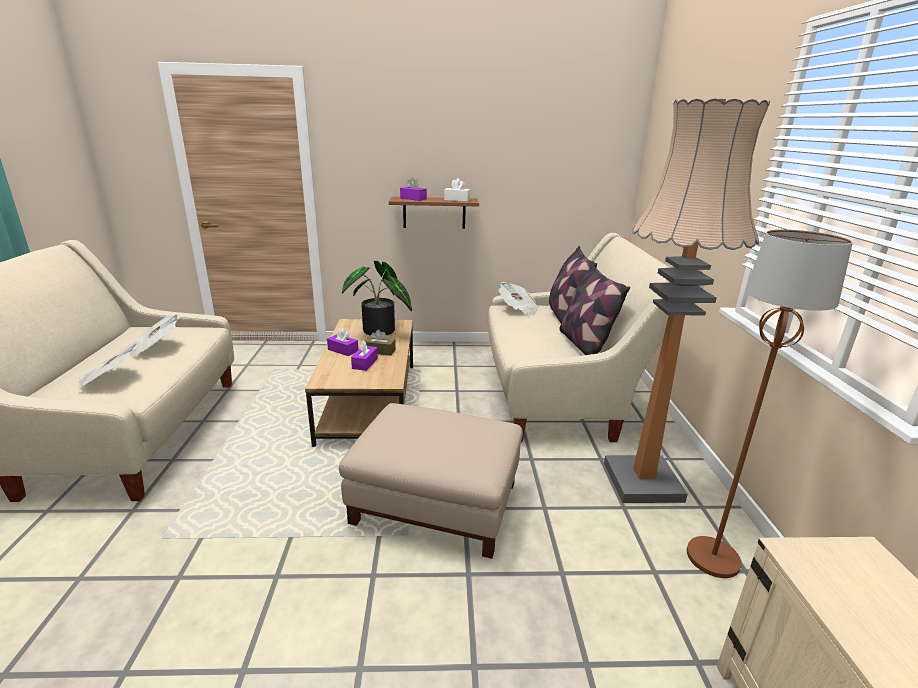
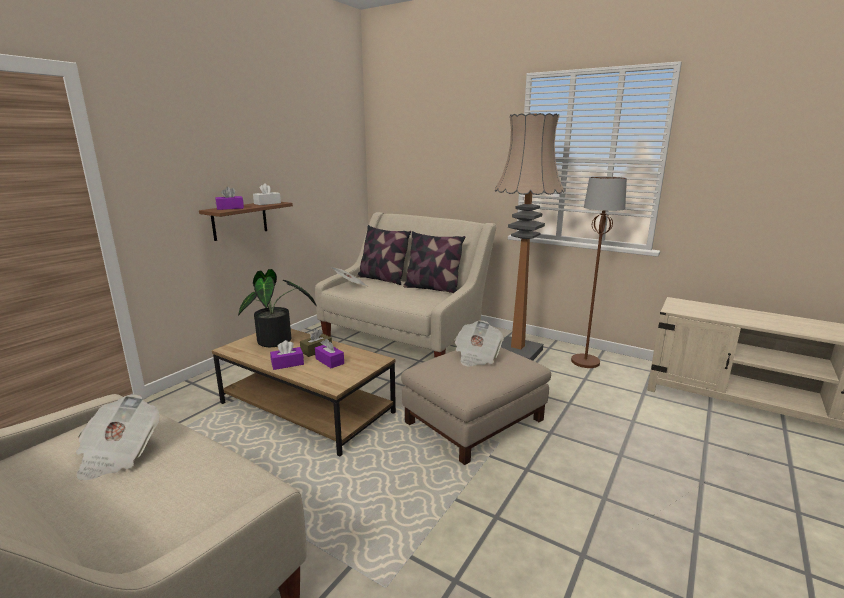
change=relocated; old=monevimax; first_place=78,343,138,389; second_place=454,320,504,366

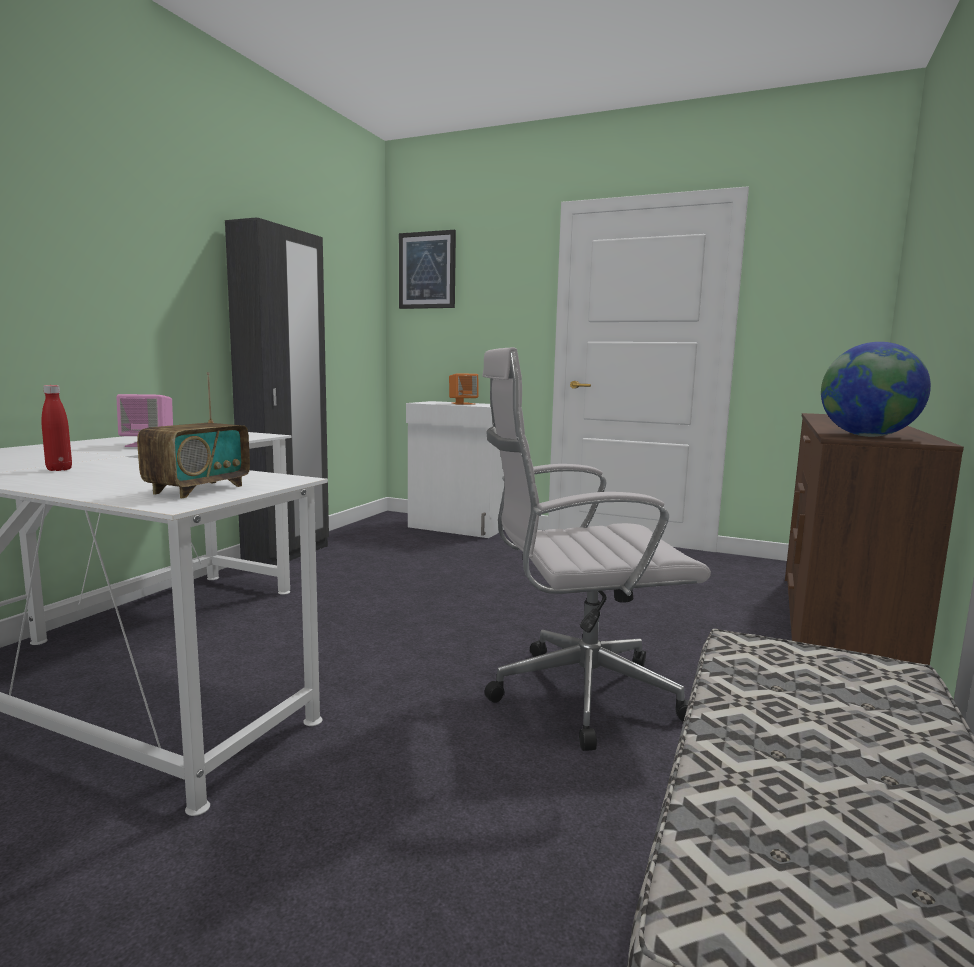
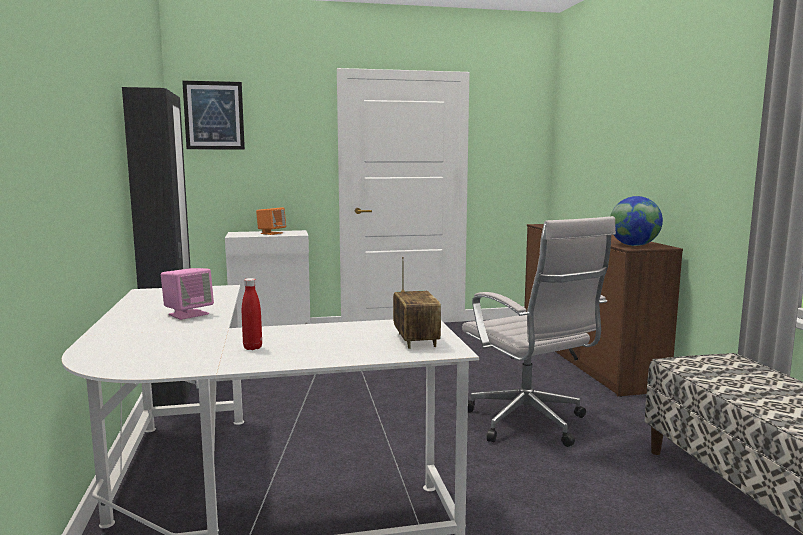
change=spun; old=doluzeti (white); first_place=483,347,711,751; second_place=462,216,616,447; degrees=-75

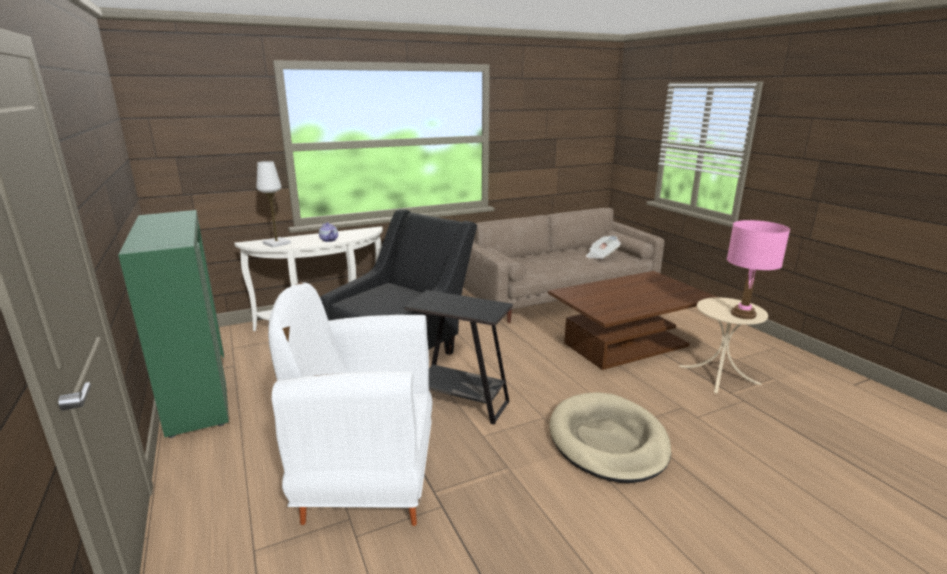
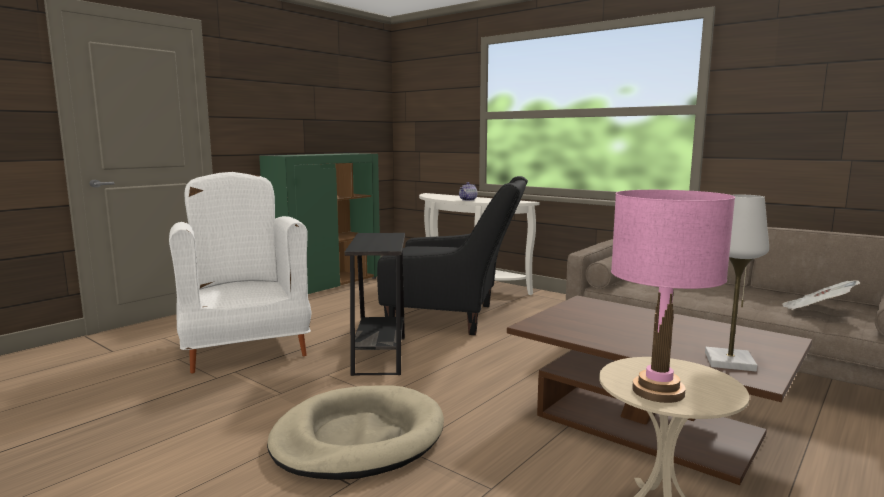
change=relocated; old=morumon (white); first_place=256,161,291,248; second_place=705,194,769,372

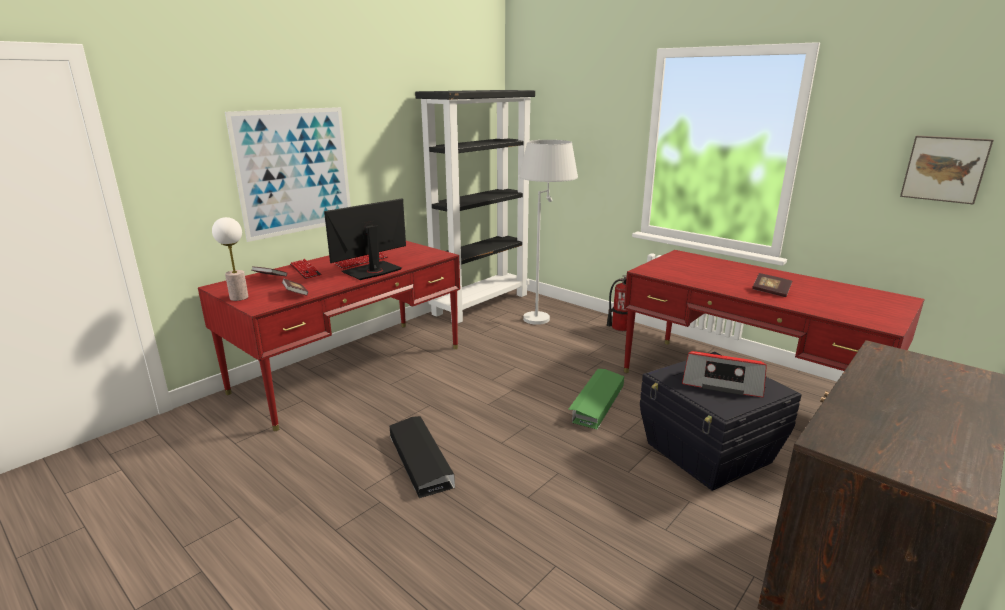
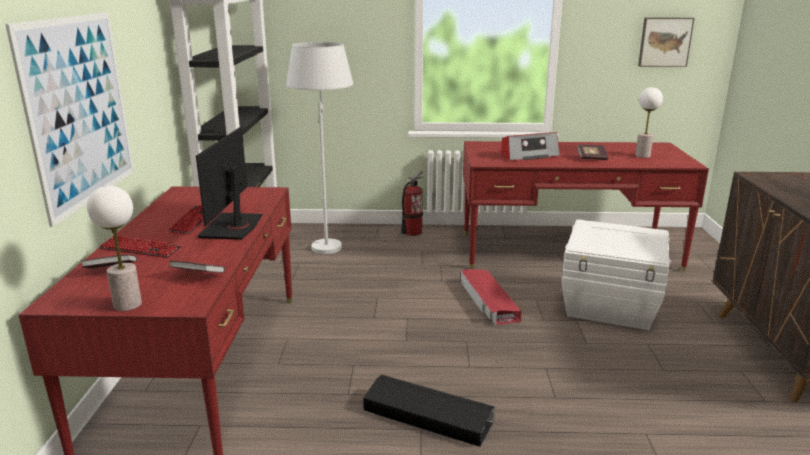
change=colour; old=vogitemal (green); new=vogitemal (red); first_place=568,369,624,430; second_place=460,269,522,325
change=relocated; old=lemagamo; first_place=682,351,767,398; second_place=502,132,560,161
change=colour; old=vogitemal (black); new=vogitemal (white); first_place=640,352,802,491; second_place=562,219,670,330
change=appeared; new=morumon; second_place=635,87,663,158

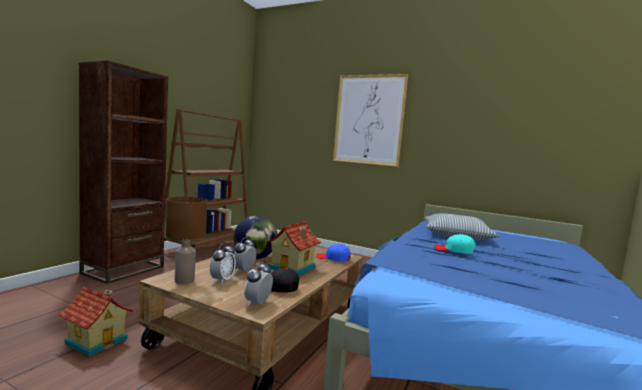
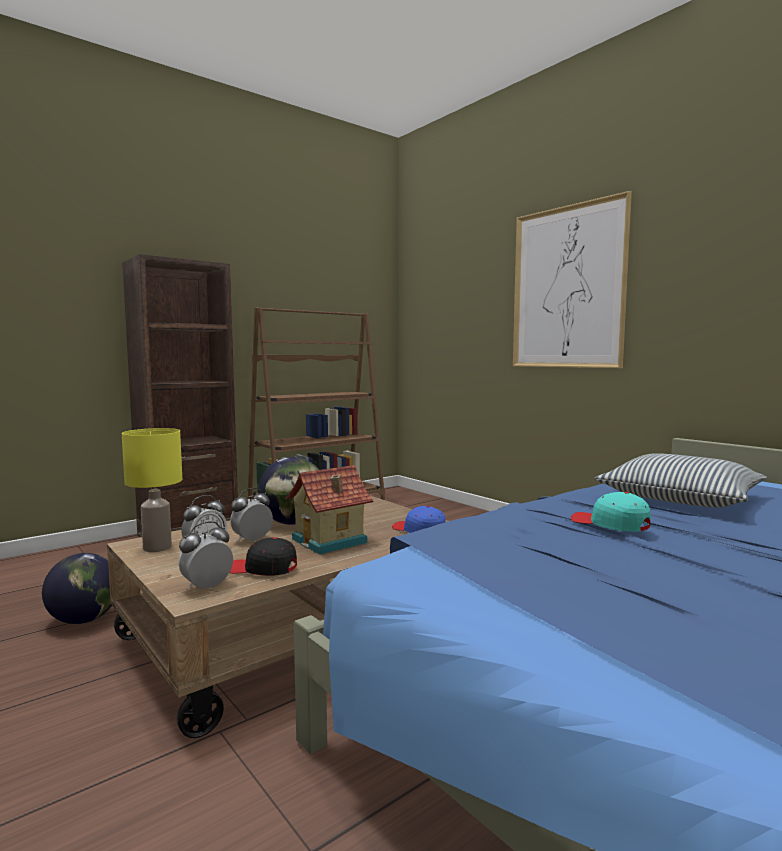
change=exchanged; old=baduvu; new=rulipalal; first_place=59,287,133,357; second_place=42,553,112,624
change=colour; old=morumon (brown); new=morumon (yellow); first_place=166,196,207,284; second_place=122,428,182,552

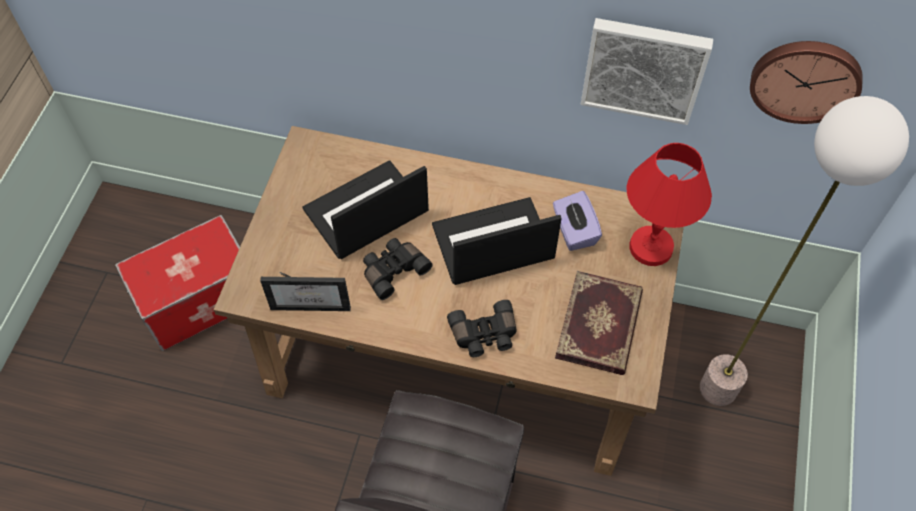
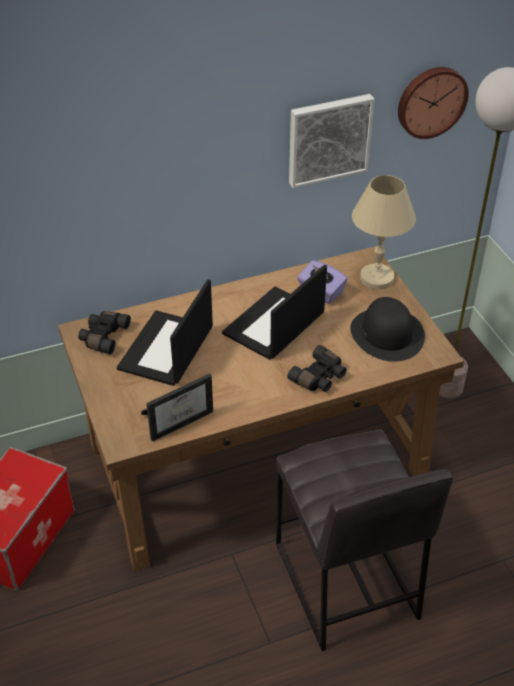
change=relocated; old=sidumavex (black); first_place=363,238,433,300; second_place=78,311,131,354
change=exchanged; old=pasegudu; new=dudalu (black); first_place=555,271,643,375; second_place=350,297,425,362
change=colour; old=morumon (red); new=morumon (beige); first_place=627,143,712,266; second_place=352,175,416,290

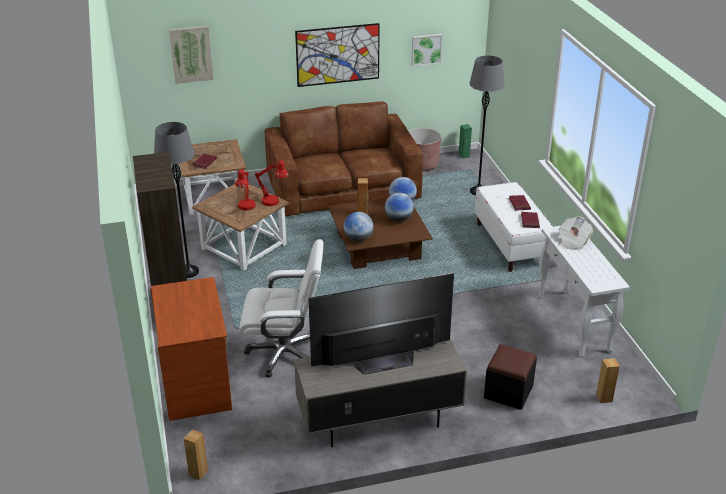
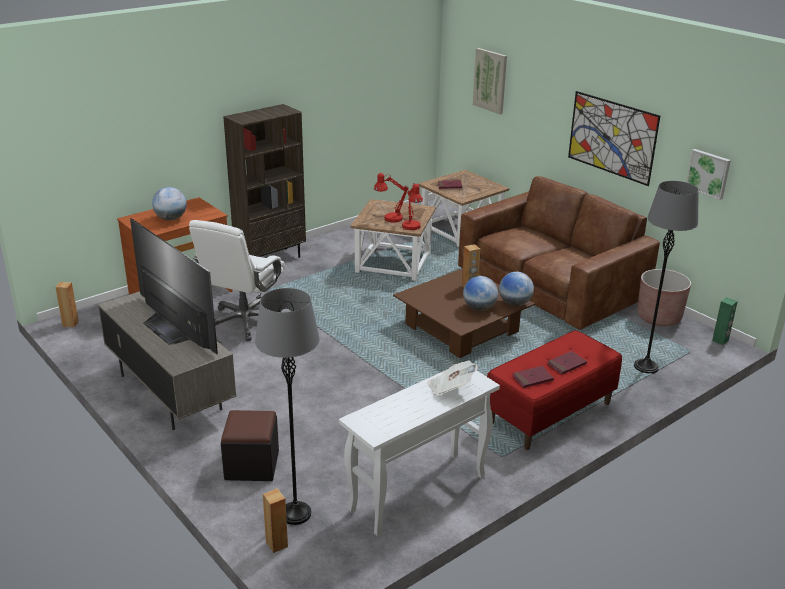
change=relocated; old=rulipalal; first_place=344,212,373,242; second_place=152,187,187,221
change=spun; old=doluzeti (white); first_place=239,239,324,378; second_place=189,220,285,341; degrees=45
change=relocated; old=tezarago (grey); first_place=154,122,199,278; second_place=255,288,320,525
change=colour; old=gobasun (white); new=gobasun (red); first_place=474,182,553,272; second_place=487,330,622,450

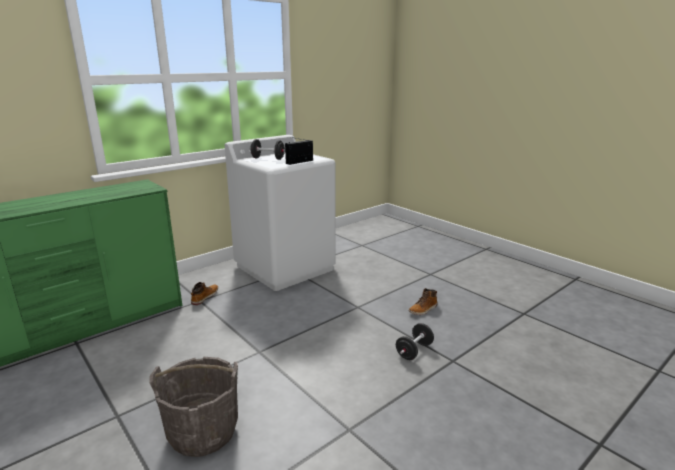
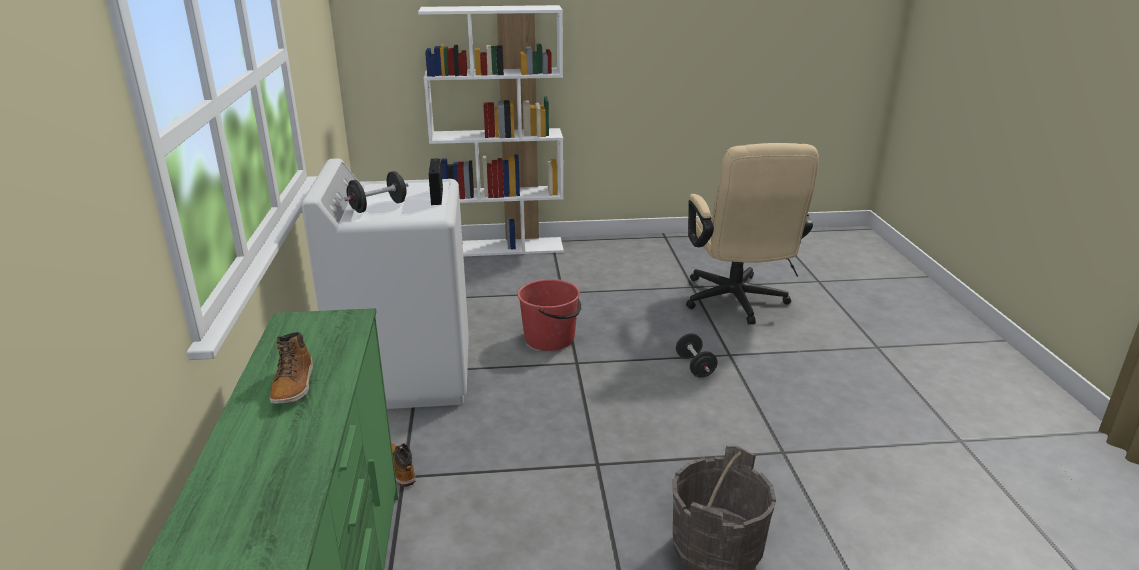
change=relocated; old=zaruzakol; first_place=409,288,437,315; second_place=270,332,313,404
change=appeared; new=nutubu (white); second_place=418,5,564,256
change=appeared; new=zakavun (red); second_place=517,279,581,351
change=appeared; new=doluzeti (beige); second_place=686,143,819,325

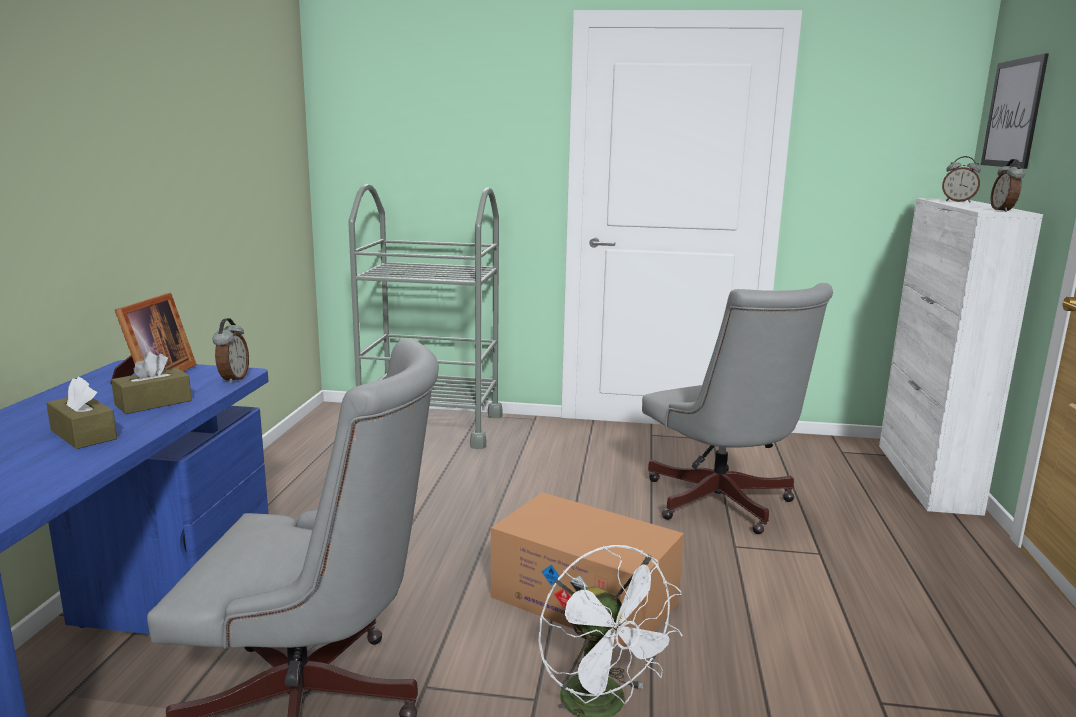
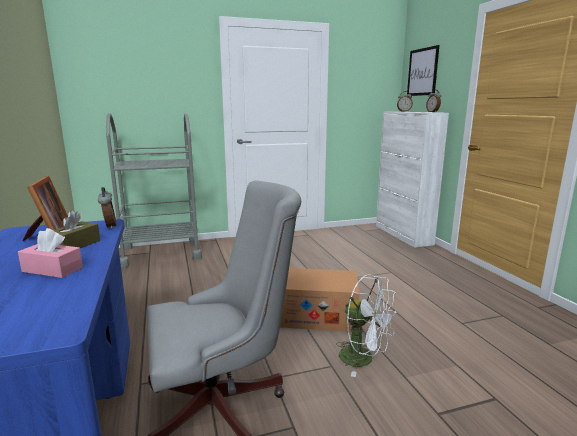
change=colour; old=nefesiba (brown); new=nefesiba (pink); first_place=46,376,117,449; second_place=18,228,83,278
change=missing; old=doluzeti (grey); first_place=642,283,833,534

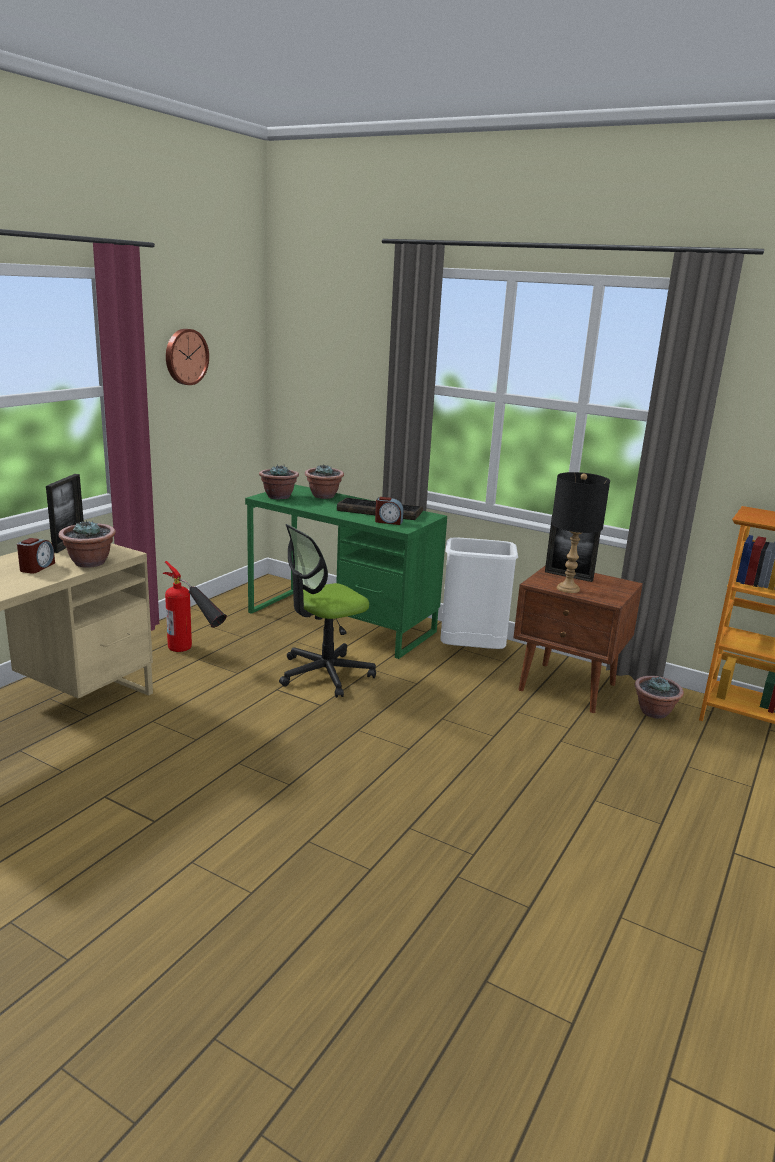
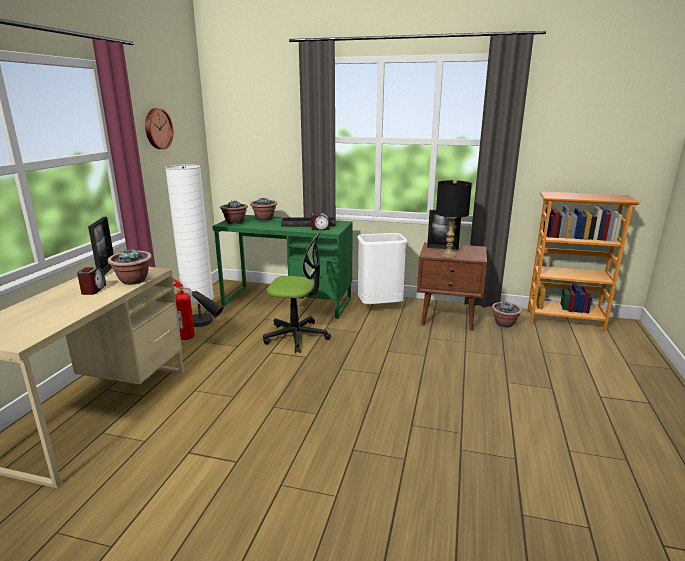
change=appeared; new=tezarago (white); second_place=165,164,214,327
change=spun; old=doluzeti; first_place=279,524,376,698; second_place=263,231,331,353; degrees=-120

